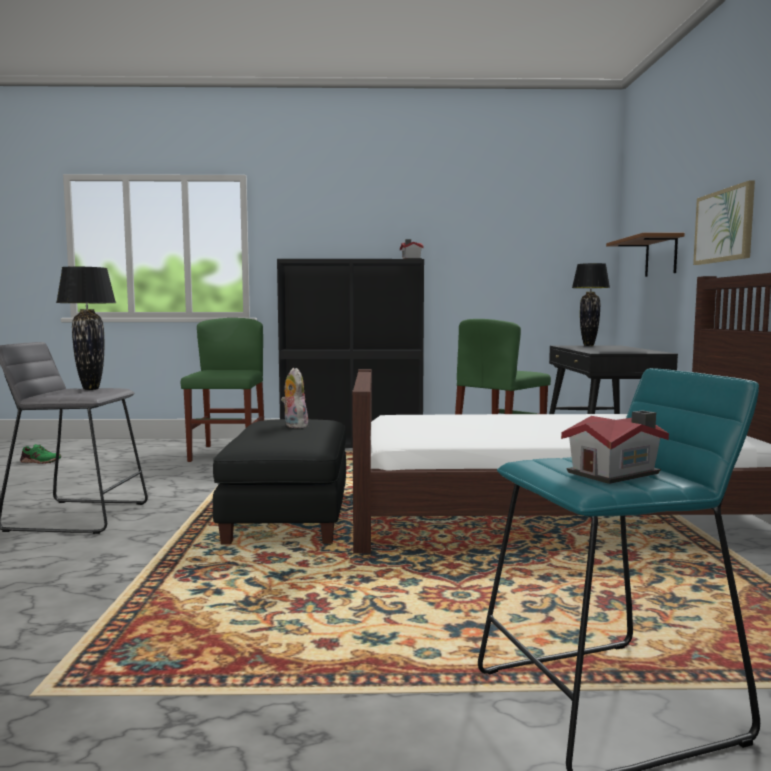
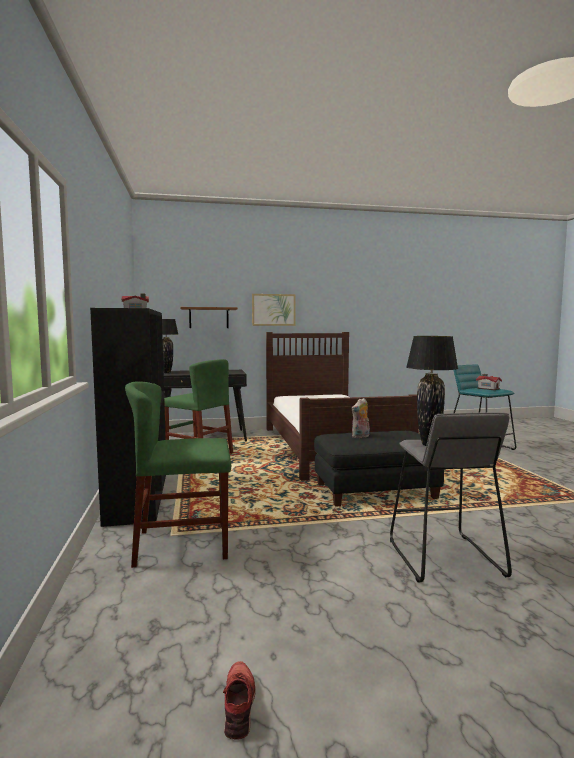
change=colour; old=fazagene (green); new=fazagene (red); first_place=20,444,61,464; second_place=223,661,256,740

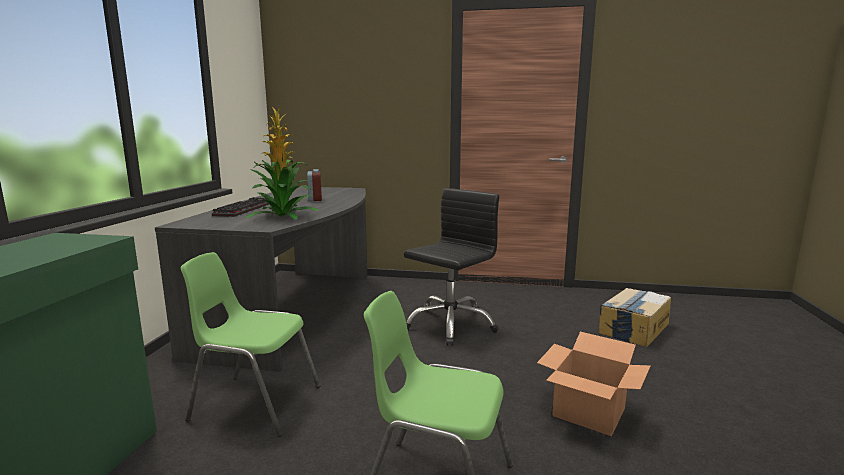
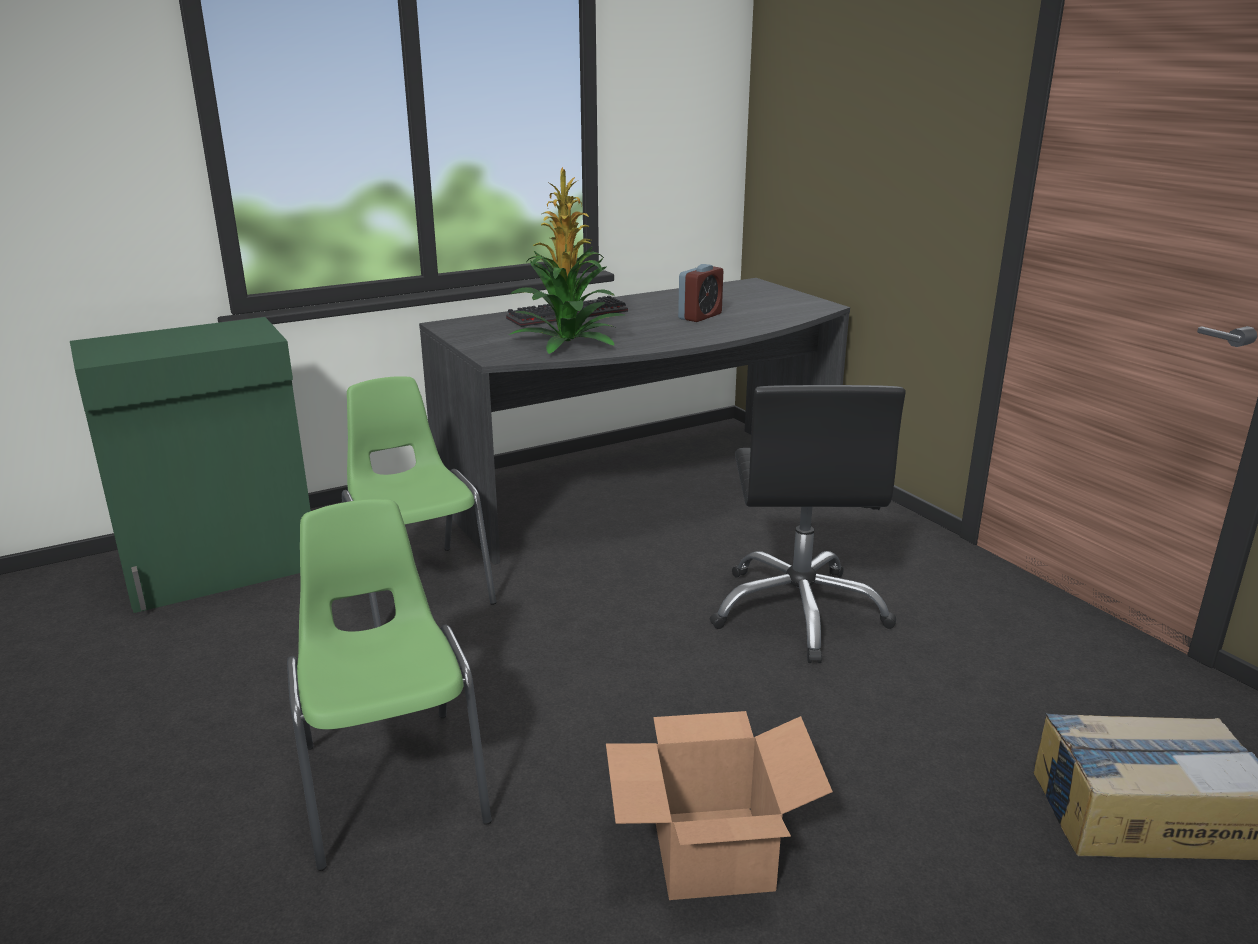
change=spun; old=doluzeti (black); first_place=404,188,499,346; second_place=710,385,906,663; degrees=90

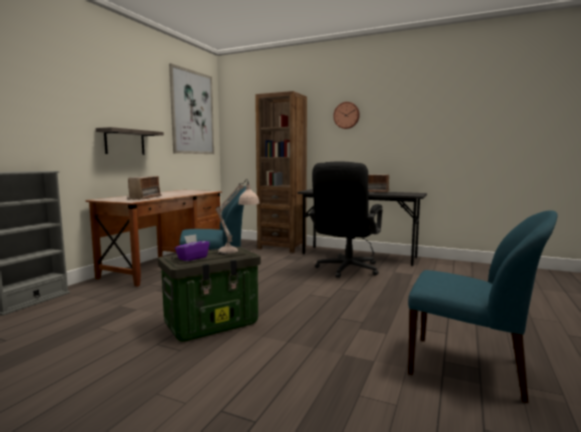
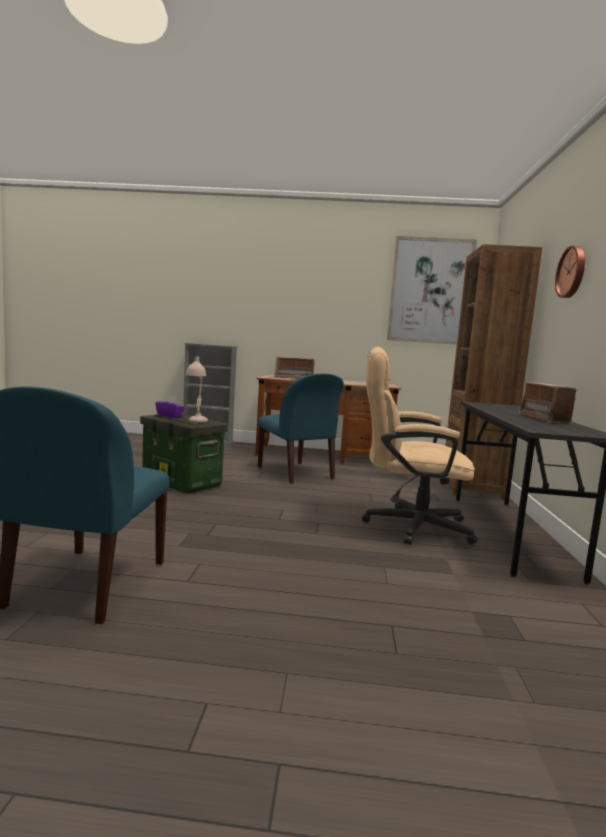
change=colour; old=doluzeti (black); new=doluzeti (beige); first_place=310,162,383,278; second_place=362,347,478,545
change=missing; old=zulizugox; first_place=96,127,164,155

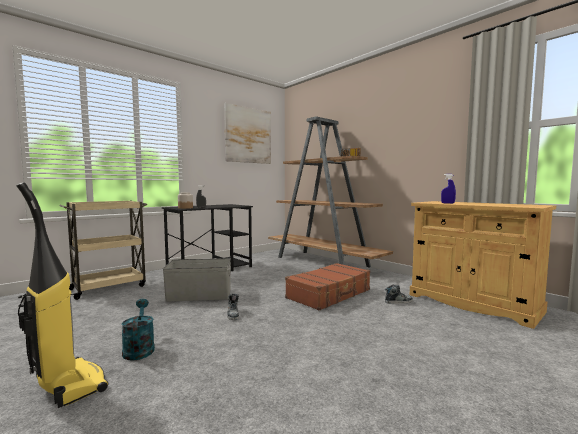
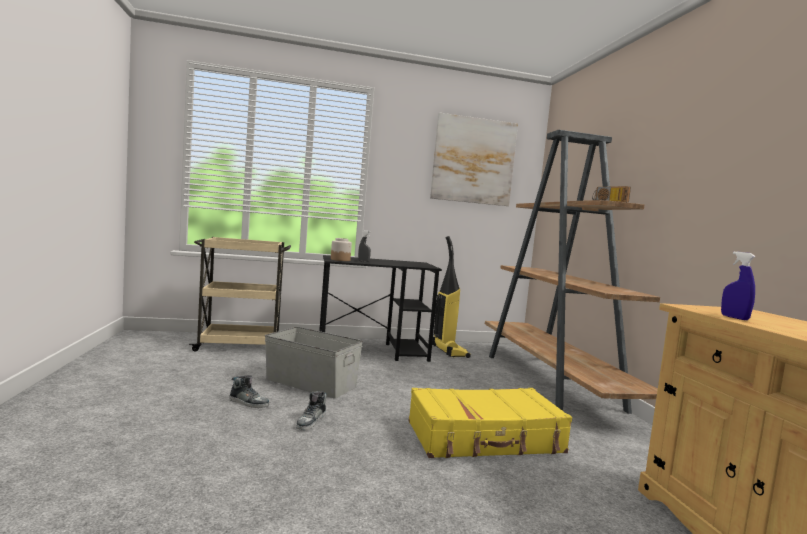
change=relocated; old=fazagene; first_place=385,285,413,304; second_place=230,375,269,408
change=colour; old=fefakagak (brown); new=fefakagak (yellow); first_place=285,263,370,310; second_place=408,388,572,458
change=relocated; old=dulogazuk; first_place=16,182,108,408; second_place=432,236,471,358
change=missing; old=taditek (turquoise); first_place=121,299,155,361

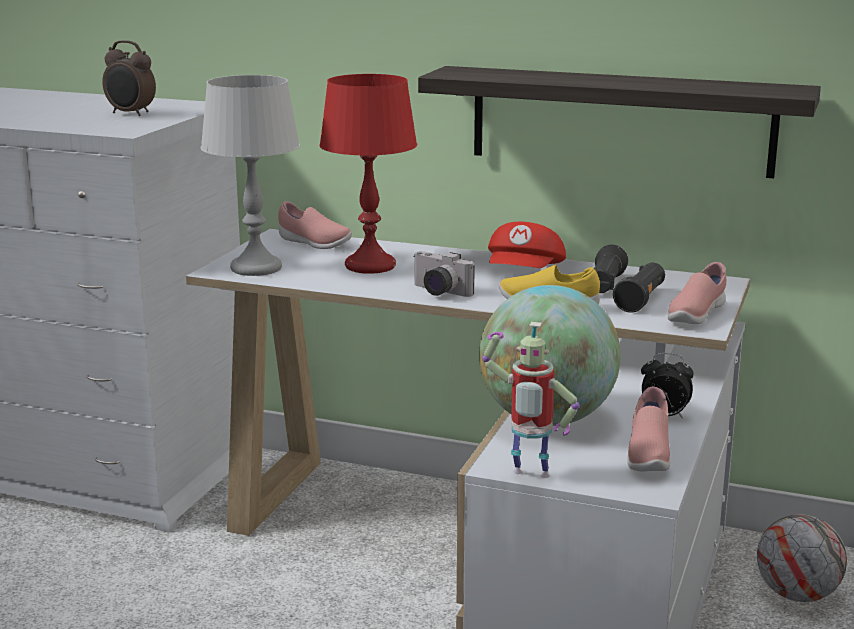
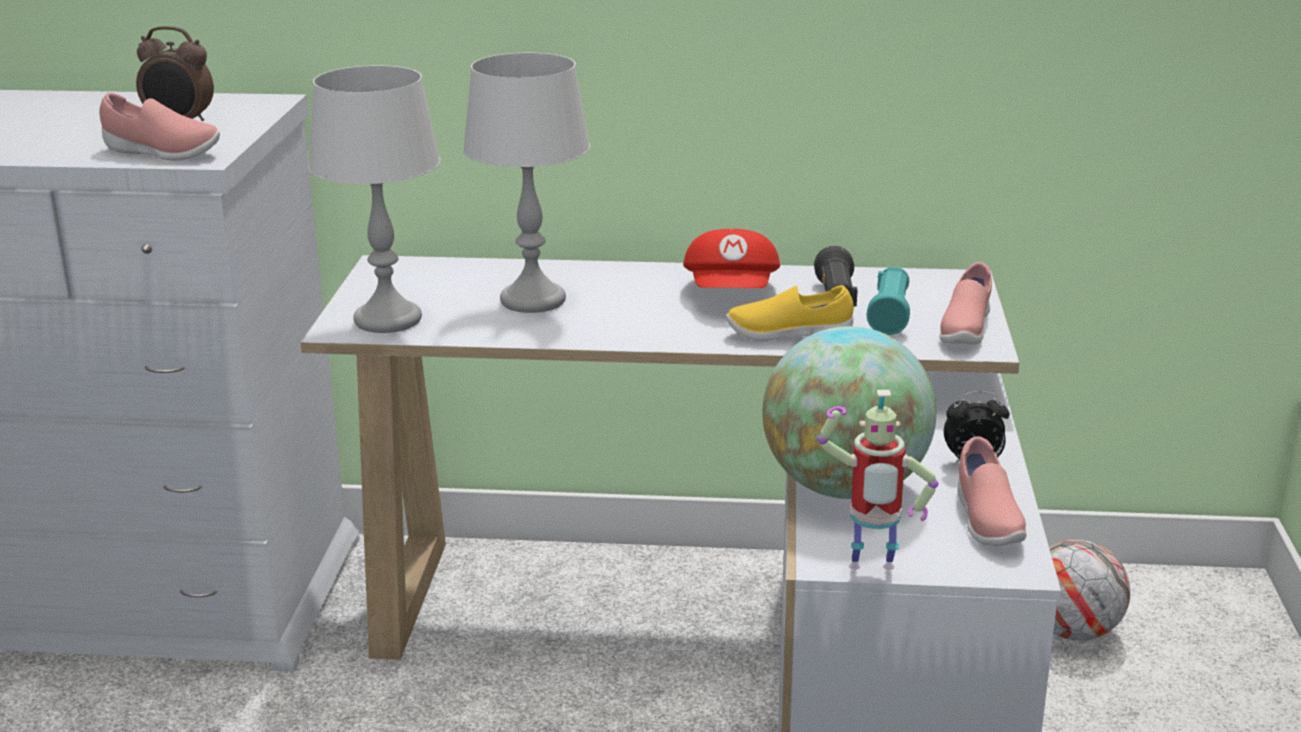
change=relocated; old=fazagene (pink); first_place=278,201,352,249; second_place=99,93,220,160
change=colour; old=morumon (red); new=morumon (grey); first_place=319,74,417,274; second_place=463,52,590,313
change=colour; old=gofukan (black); new=gofukan (turquoise); first_place=613,263,665,313; second_place=867,267,910,335
change=missing; old=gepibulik; first_place=413,251,475,297
change=missing; old=zulizugox; first_place=418,66,821,178

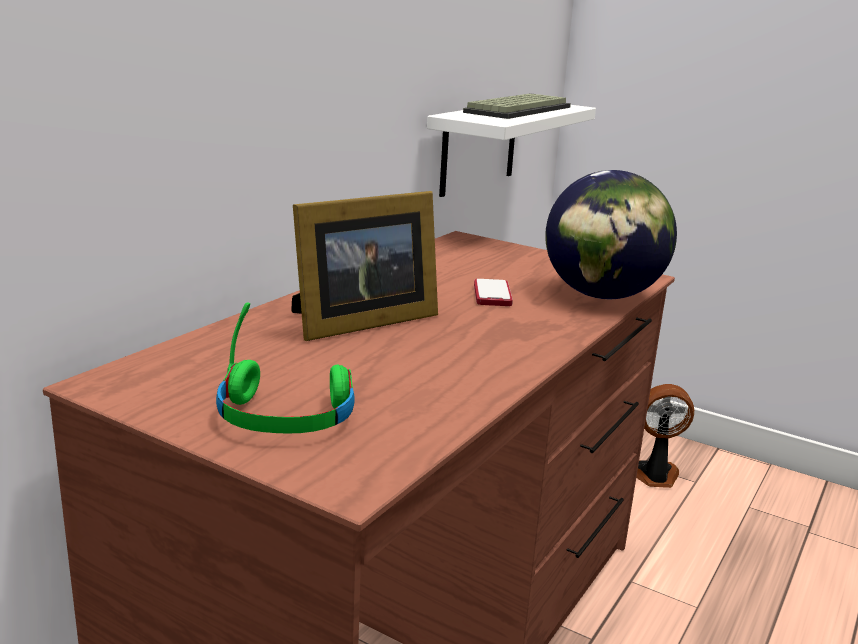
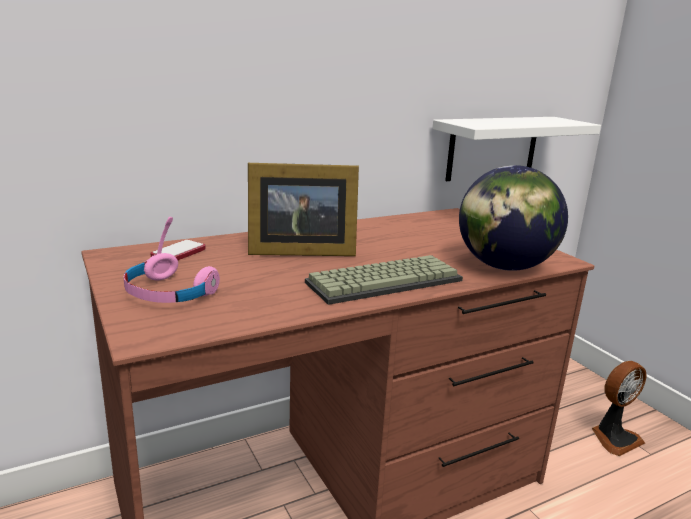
change=colour; old=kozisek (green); new=kozisek (pink); first_place=216,303,355,434; second_place=124,217,220,303
change=relocated; old=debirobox; first_place=474,279,513,306; second_place=150,240,206,260
change=relocated; old=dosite; first_place=463,93,571,119; second_place=305,255,463,305
change=spun; old=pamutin; first_place=636,384,694,488; second_place=592,361,646,456; degrees=120

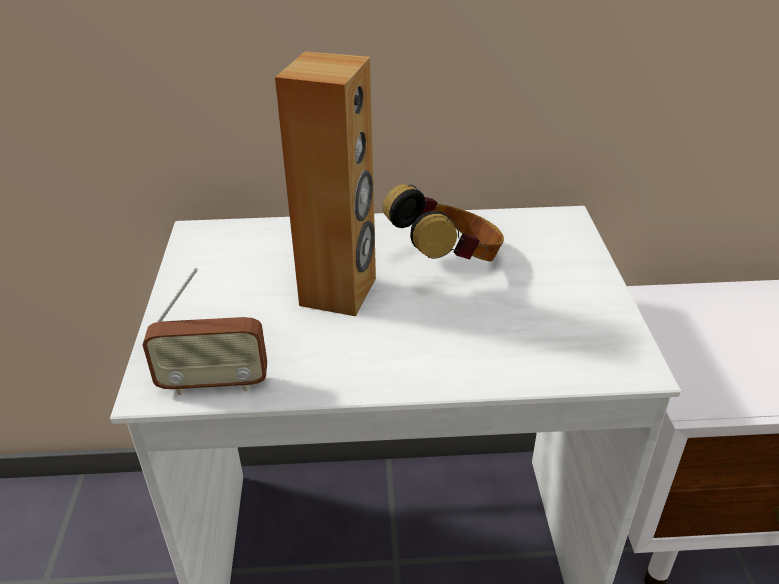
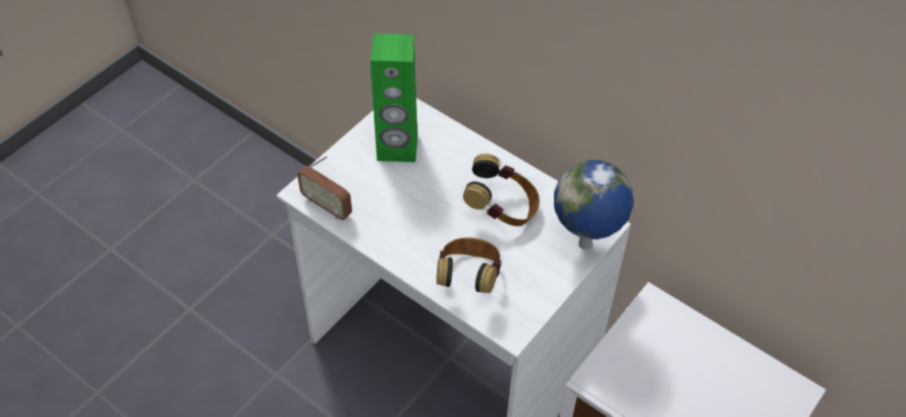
change=appeared; new=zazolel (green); second_place=370,33,418,162
change=appeared; new=kozisek; second_place=436,238,502,293
change=appeared; new=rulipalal; second_place=554,160,634,250
change=missing; old=zazolel (brown); first_place=275,51,376,316

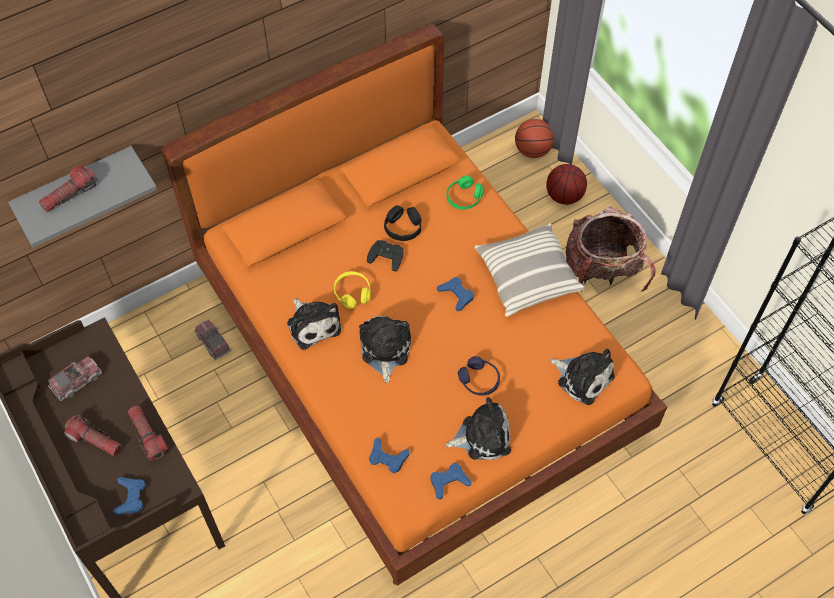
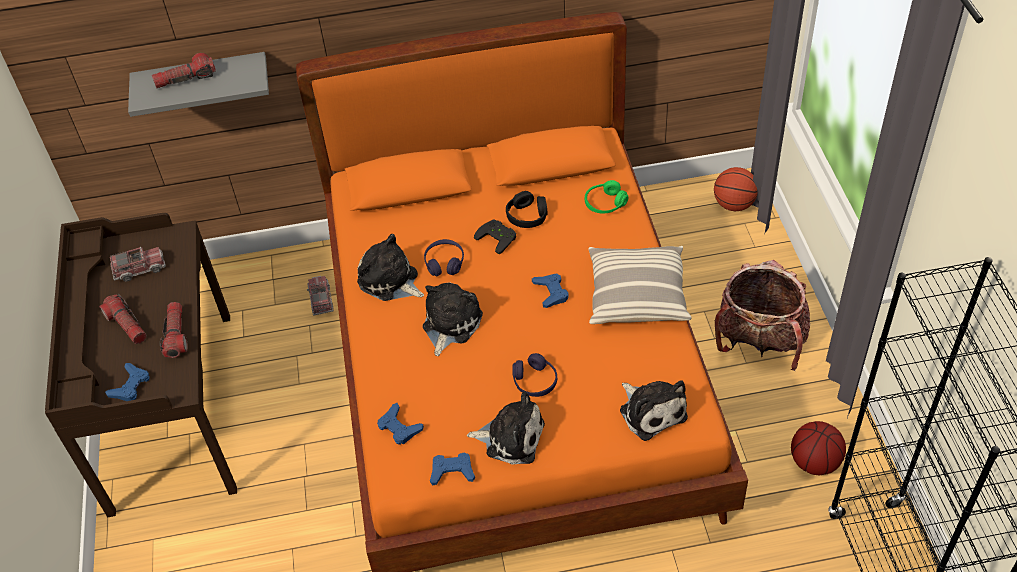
change=spun; old=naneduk; first_place=287,299,341,350; second_place=357,234,424,301; degrees=135
change=colour; old=kozisek (yellow); new=kozisek (purple); first_place=334,271,371,309; second_place=424,239,464,276
change=relocated; old=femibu; first_place=546,164,587,205; second_place=791,421,846,475

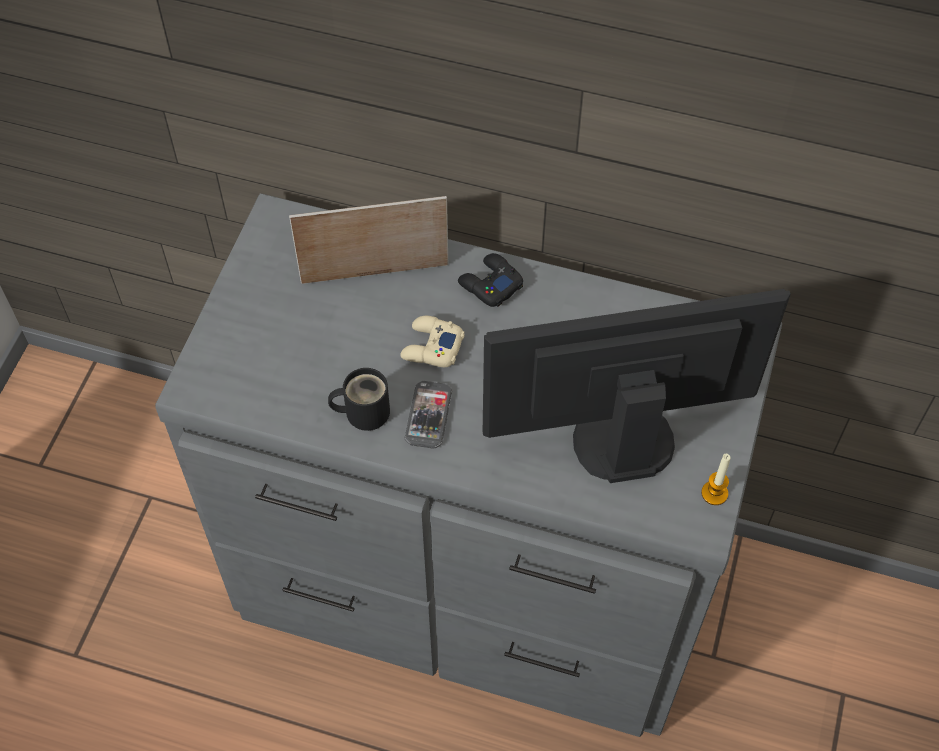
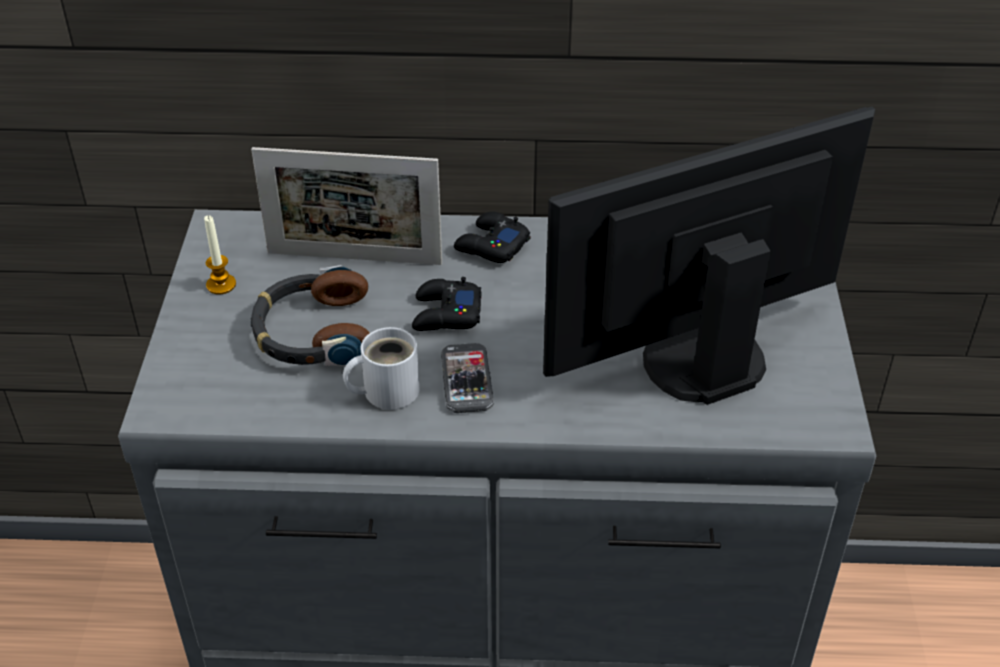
change=relocated; old=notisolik; first_place=701,454,730,505; second_place=204,215,236,295
change=appeared; new=kozisek; second_place=250,265,370,366
change=spun; old=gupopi; first_place=289,196,448,284; second_place=251,147,442,265; degrees=-150
change=colour; old=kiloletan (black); new=kiloletan (white); first_place=328,368,390,431; second_place=343,327,419,410
change=colour; old=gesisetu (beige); new=gesisetu (black); first_place=400,316,465,367; second_place=412,277,481,331

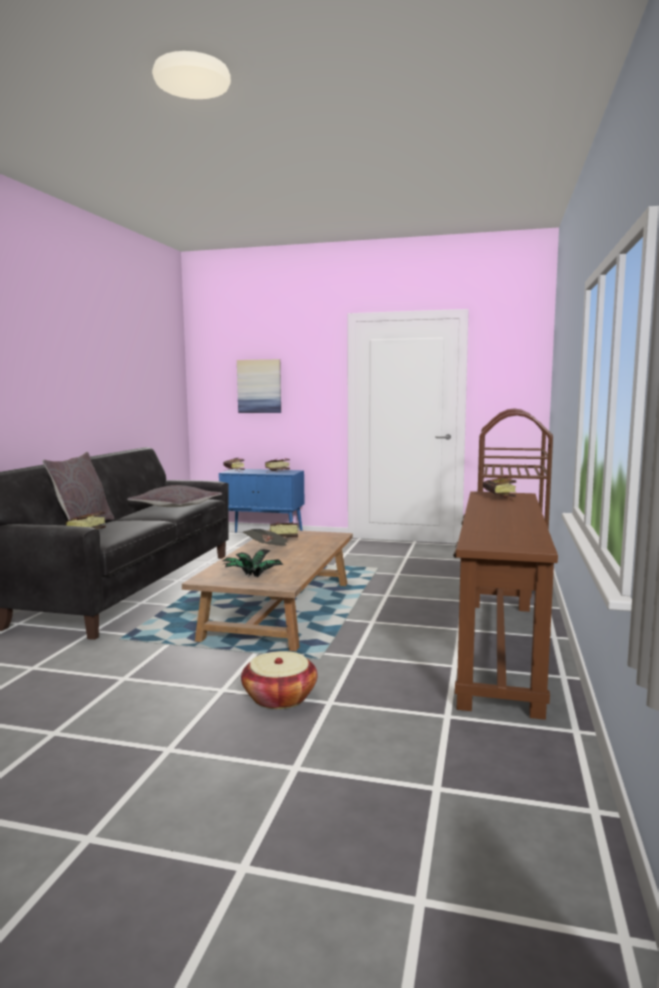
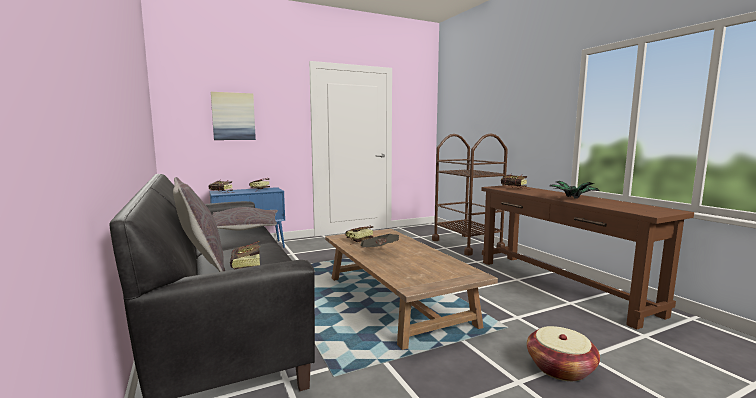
change=relocated; old=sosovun; first_place=222,549,284,577; second_place=550,181,599,199

